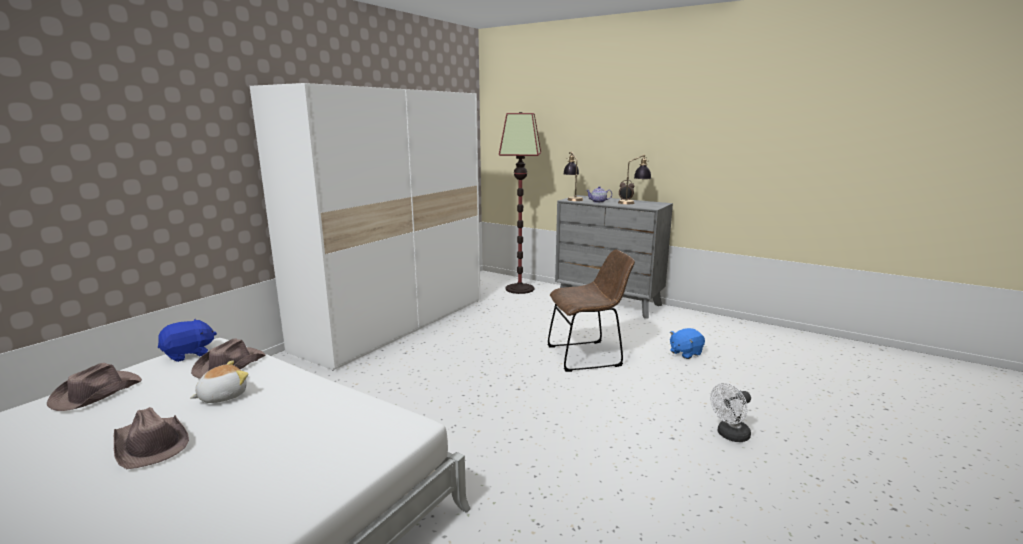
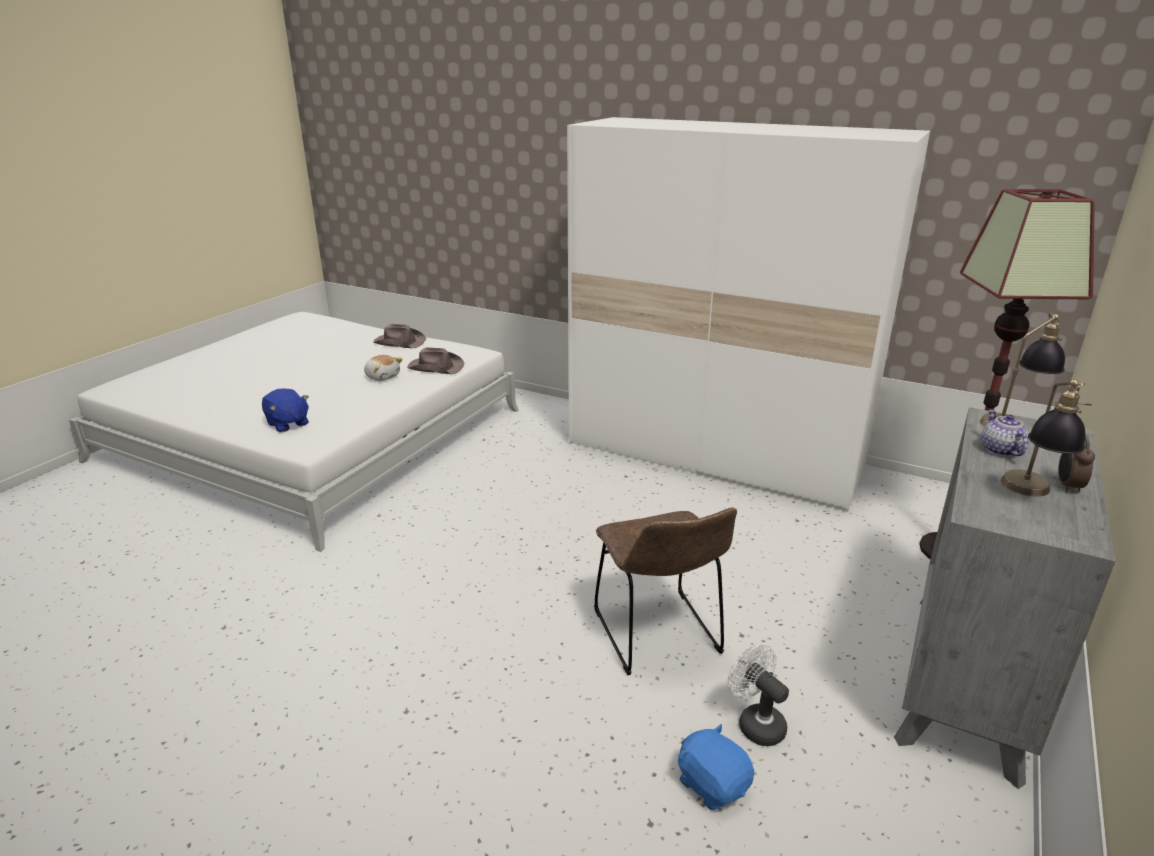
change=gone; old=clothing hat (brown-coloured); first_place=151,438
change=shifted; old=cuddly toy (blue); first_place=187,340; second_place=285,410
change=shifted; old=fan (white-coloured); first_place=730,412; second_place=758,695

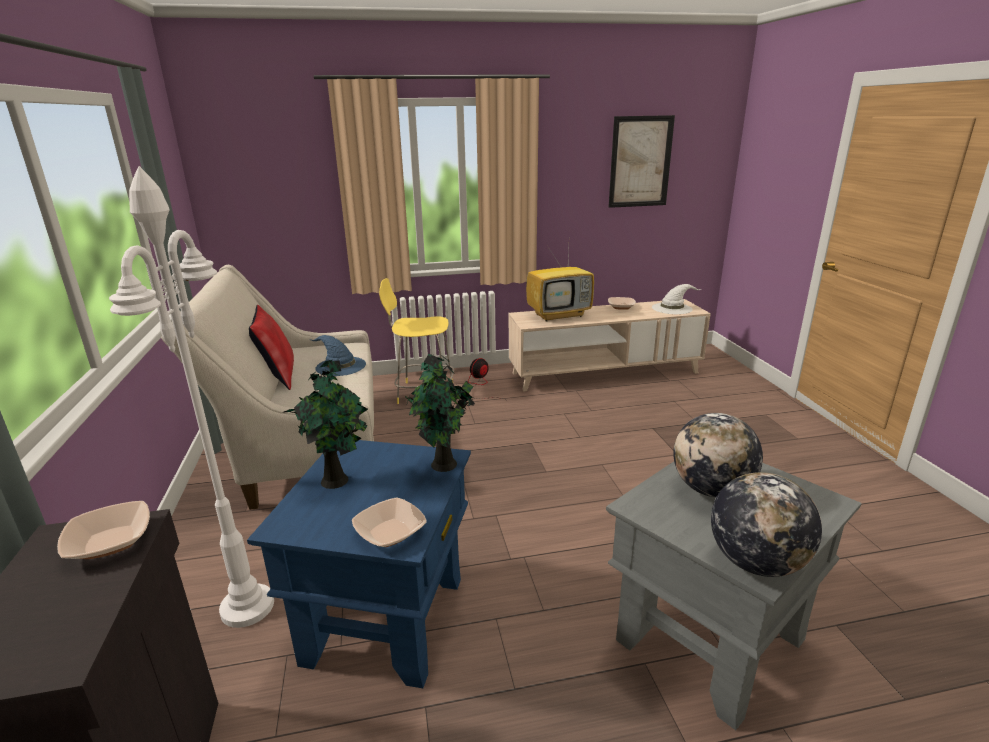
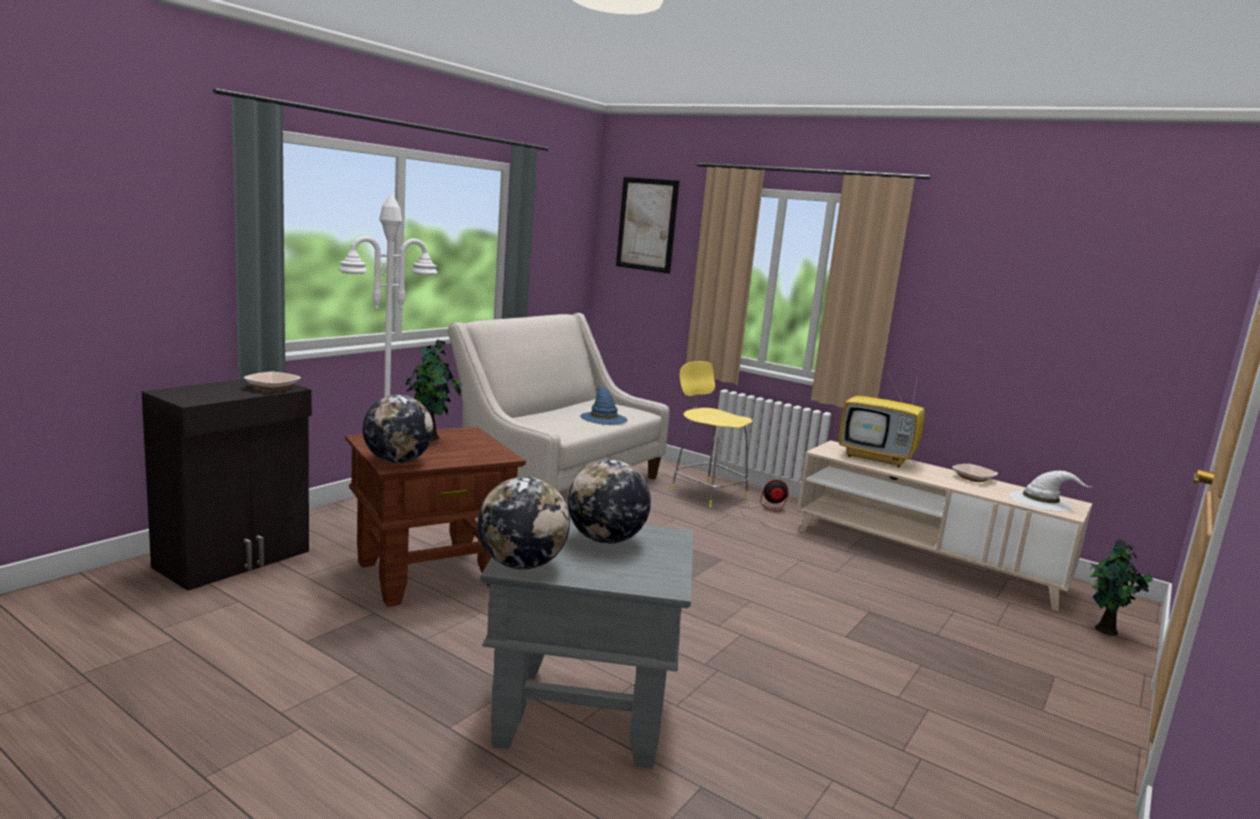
change=gone; old=cushion (red-coloured); first_place=271,347
change=shifted; old=plant in a pot; first_place=439,413; second_place=1121,587
change=shifted; old=wall picture; first_place=642,161; second_place=647,225
change=swapped; old=serving bowl; new=globe; first_place=389,522; second_place=398,429
change=repainted; old=end table (blue); new=end table (brown-coloured); first_place=359,564; second_place=435,517

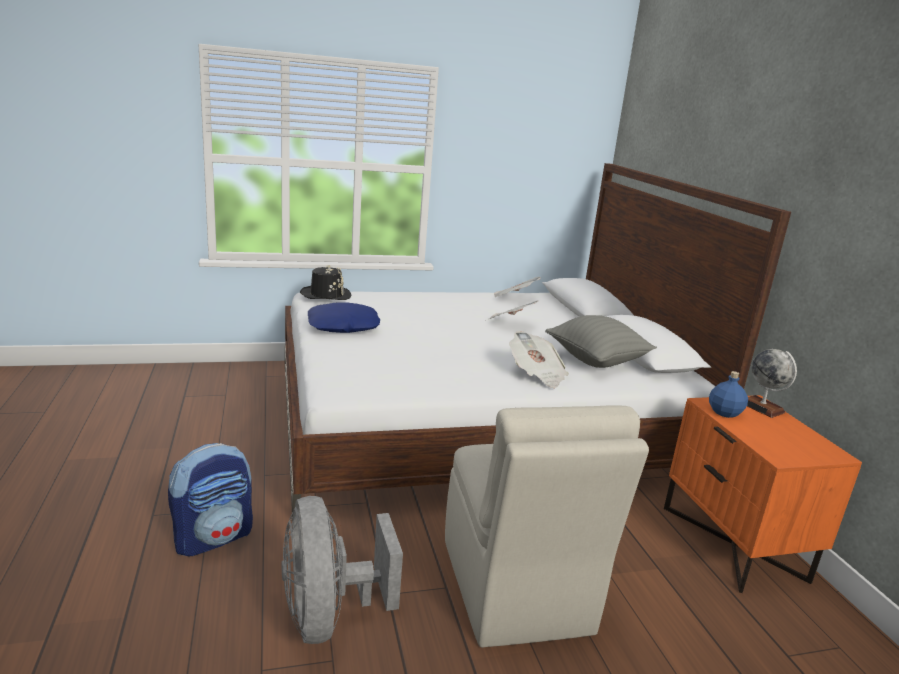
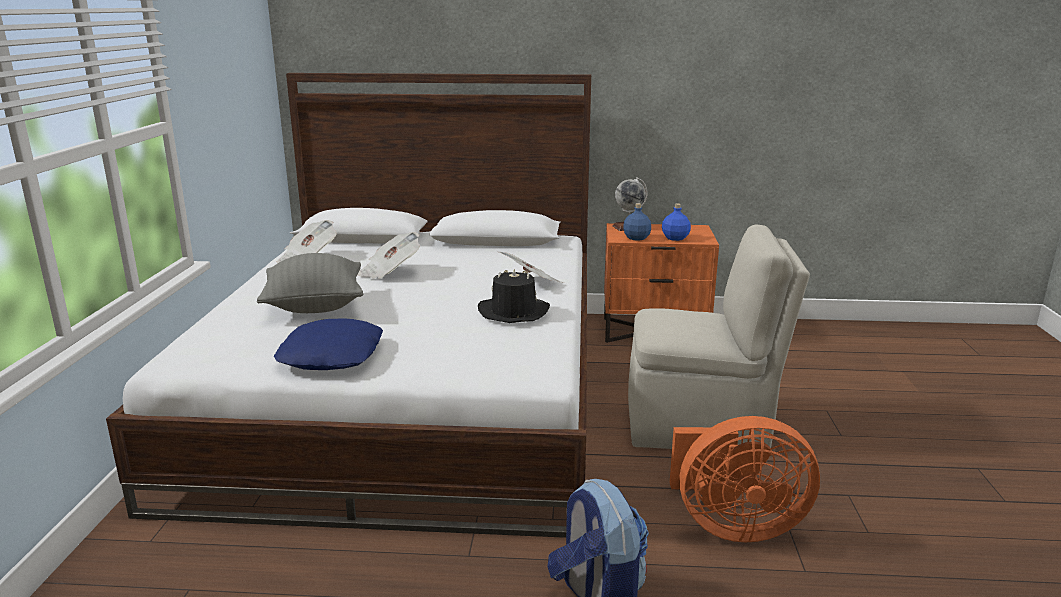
change=new; new=beverage bottle (blue); second_place=676,222
change=shifted; old=clothing hat (blackish); first_place=325,282; second_place=514,296
change=shifted; old=cushion (gray); first_place=601,341; second_place=310,283
change=repainted; old=fan (gray); new=fan (orange); first_place=342,570; second_place=745,479

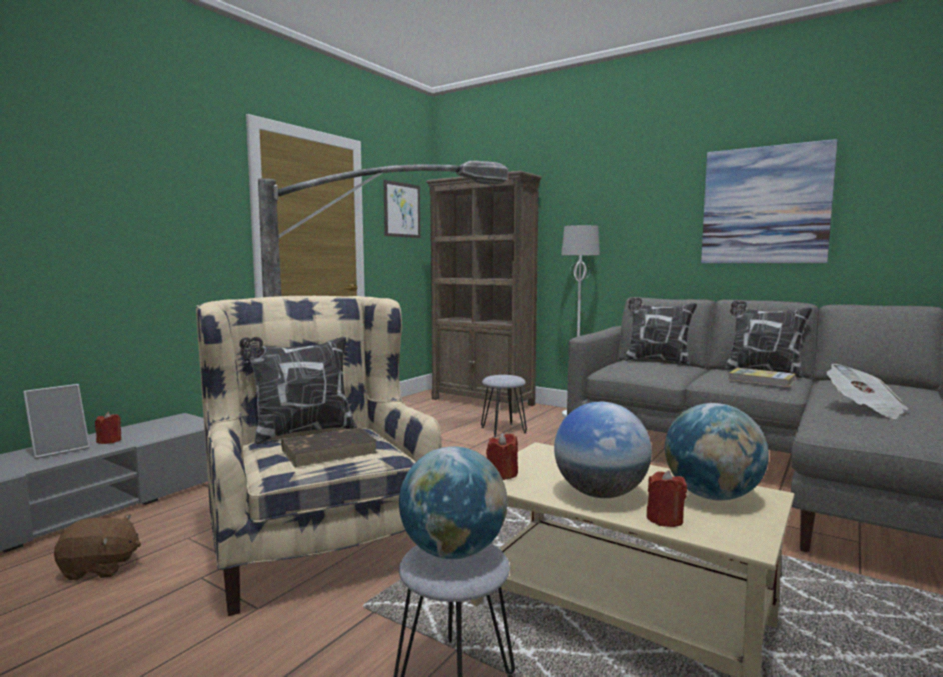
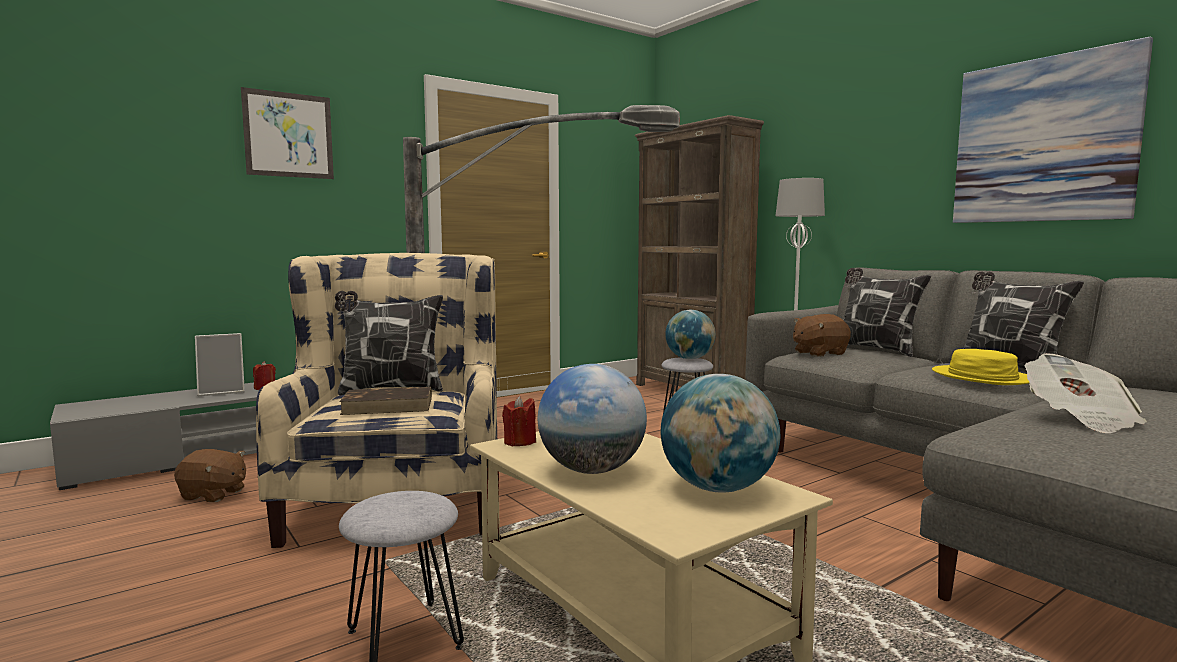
change=gone; old=wax candle (red-coloured); first_place=667,498
change=new; new=cuddly toy (brown-coloured); second_place=822,335
change=shifted; old=wall picture; first_place=401,209; second_place=287,133
change=shifted; old=globe; first_place=453,502; second_place=690,334
change=swapped; old=bound book; new=clothing hat (yellow-coloured); first_place=761,377; second_place=981,367

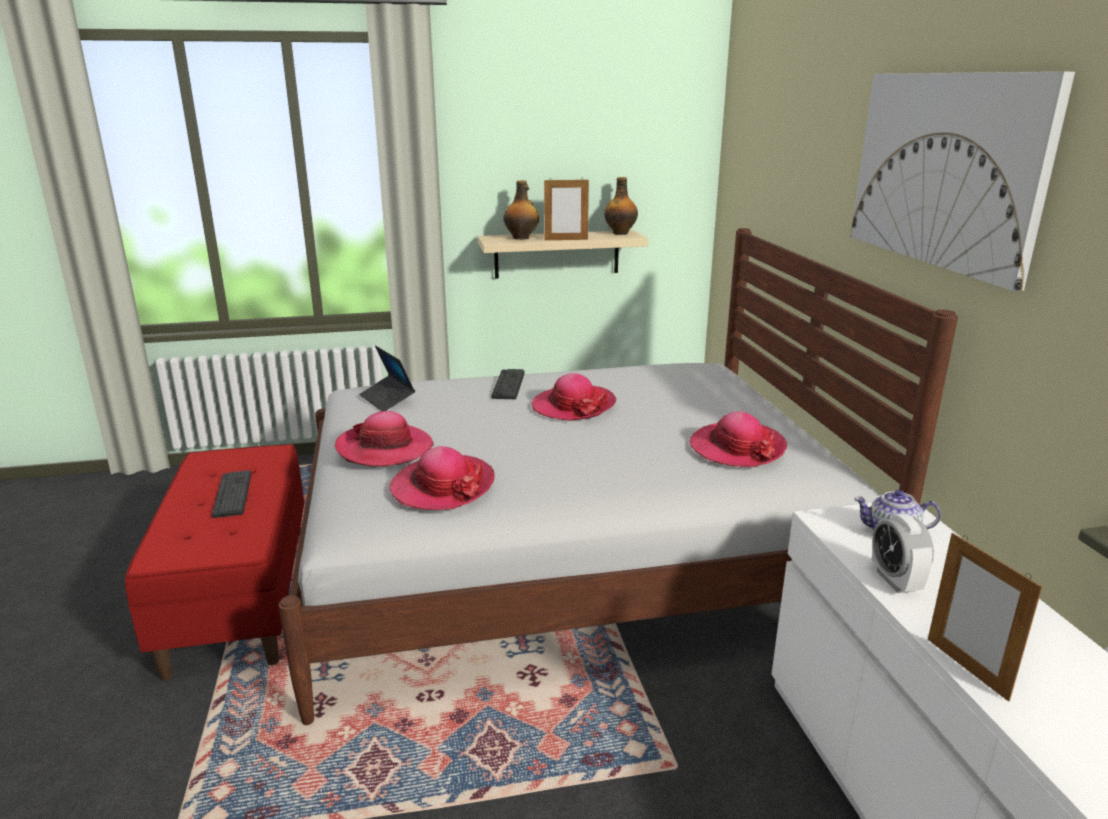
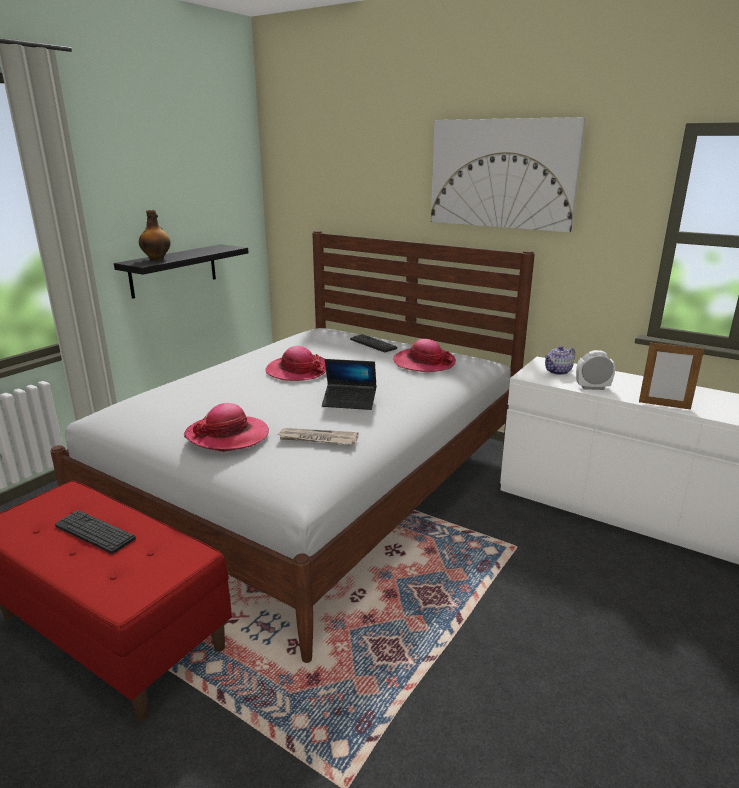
change=gone; old=standing frame; first_place=566,209
change=gone; old=beverage bottle; first_place=621,206
change=shifted; old=laptop; first_place=387,378; second_place=349,384
change=shifted; old=keyboard; first_place=508,384; second_place=373,343
change=swapped; old=clothing hat; new=newspaper; first_place=442,478; second_place=317,436
change=repainted; old=bracket shelf (beige); new=bracket shelf (blackish); first_place=563,254; second_place=181,271
change=rotated; old=bedside clock; first_place=903,553; second_place=595,370; degrees=150

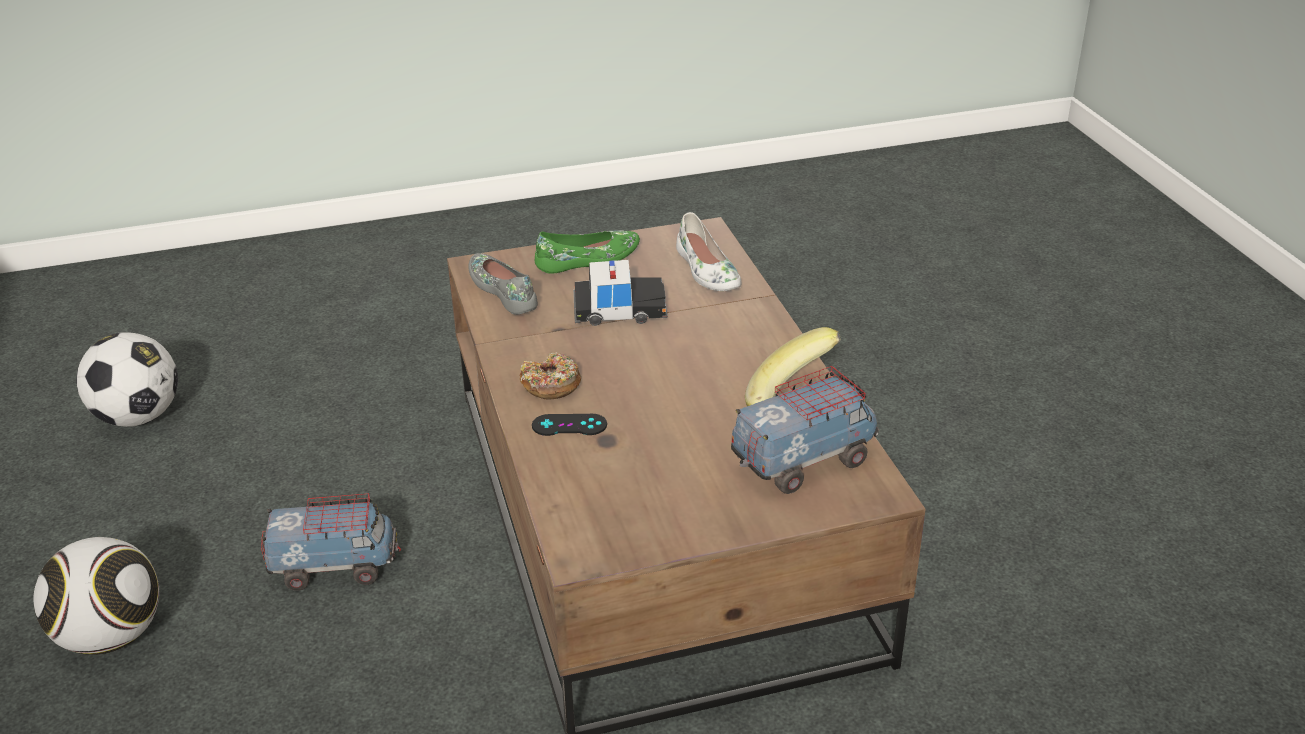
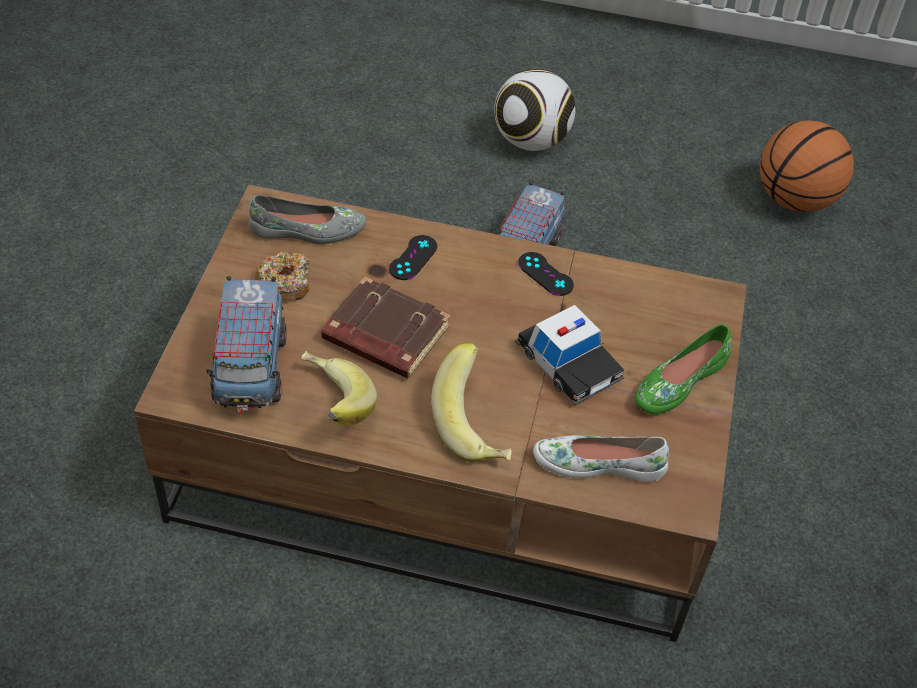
change=new; new=bound book (brown-coloured); second_place=385,328
change=new; new=banana fruit; second_place=471,402
change=new; new=gamepad (blackish); second_place=546,274
change=shifted; old=shoe (gray); first_place=503,284; second_place=307,219
change=shifted; old=donut; first_place=550,375; second_place=282,276
change=swapped; old=football ball; new=ball for basketball; first_place=127,379; second_place=807,166
change=rotated; old=shoe (greenish); first_place=587,252; second_place=683,369; degrees=45
change=rotated; old=toy car; first_place=620,293; second_place=570,355; degrees=-60

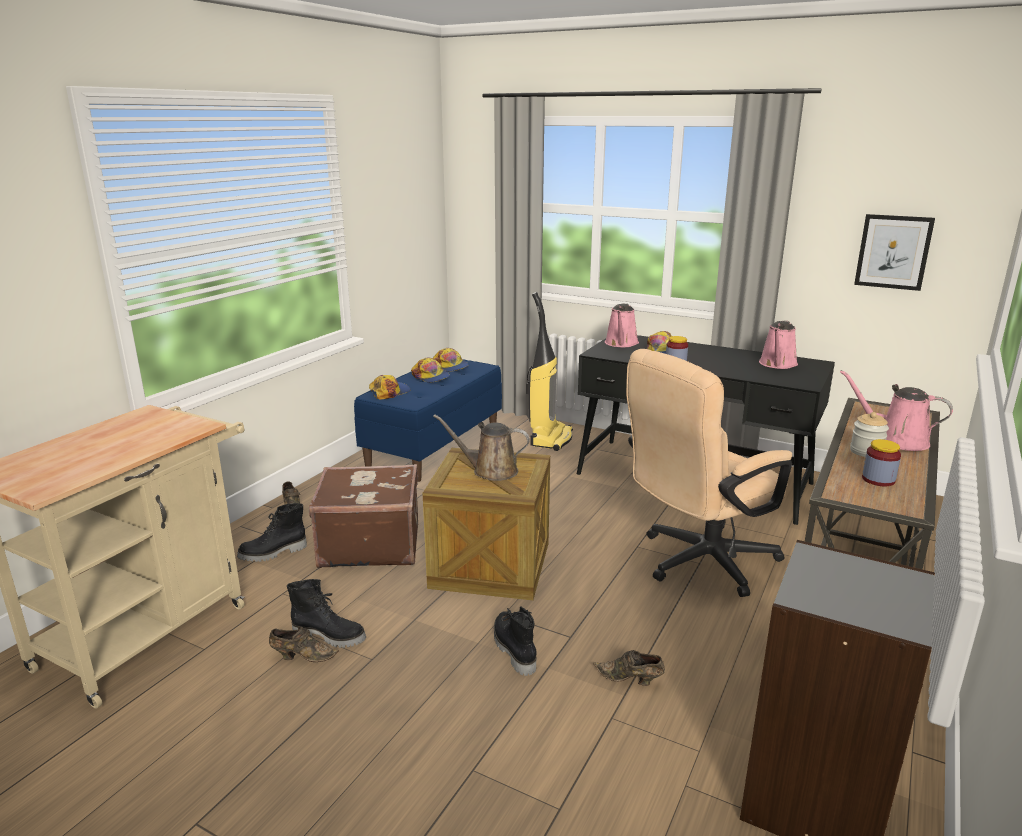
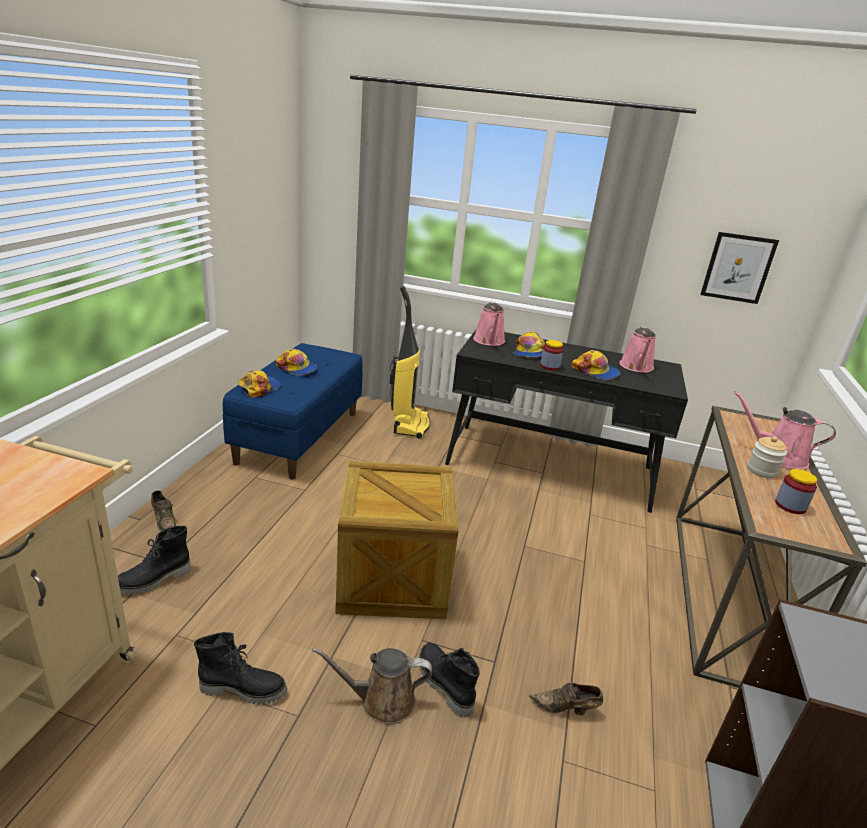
change=gone; old=shoe (brown-coloured); first_place=304,644
change=gone; old=piece of luggage (brown-coloured); first_place=363,516
change=gone; old=office chair (beige); first_place=709,473
change=shifted; old=baseball cap; first_place=450,360; second_place=596,365
change=shifted; old=watering pot (brown-coloured); first_place=481,447; second_place=372,685

